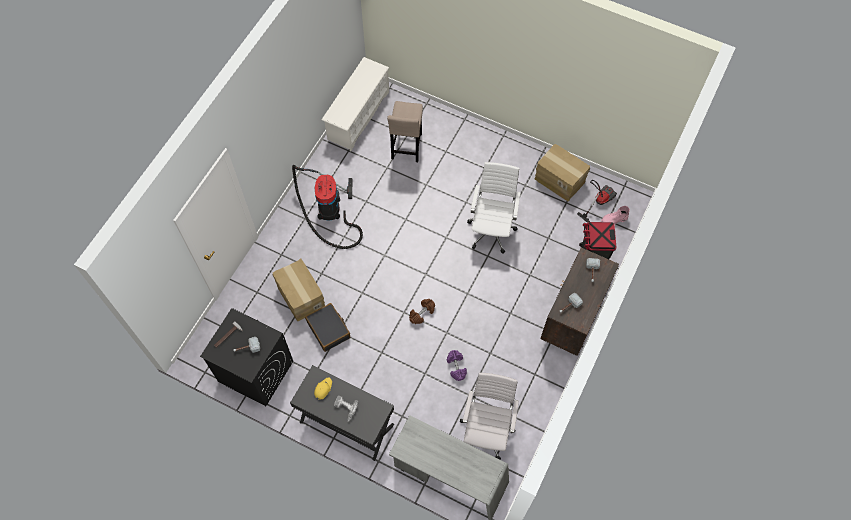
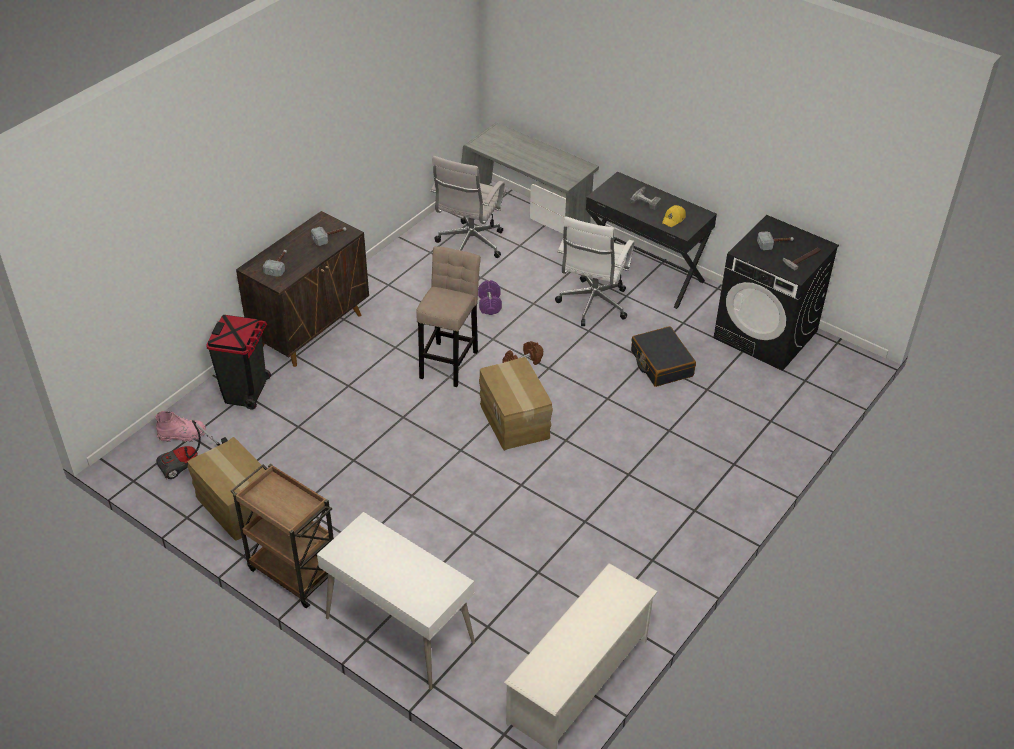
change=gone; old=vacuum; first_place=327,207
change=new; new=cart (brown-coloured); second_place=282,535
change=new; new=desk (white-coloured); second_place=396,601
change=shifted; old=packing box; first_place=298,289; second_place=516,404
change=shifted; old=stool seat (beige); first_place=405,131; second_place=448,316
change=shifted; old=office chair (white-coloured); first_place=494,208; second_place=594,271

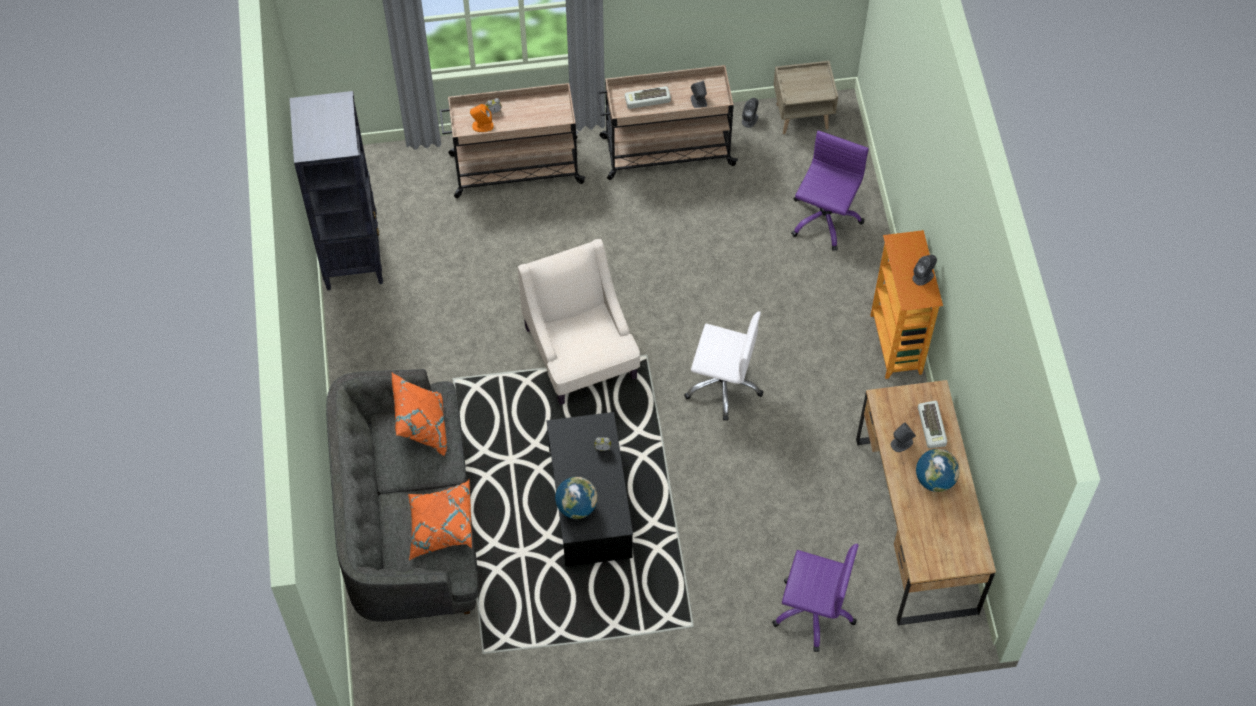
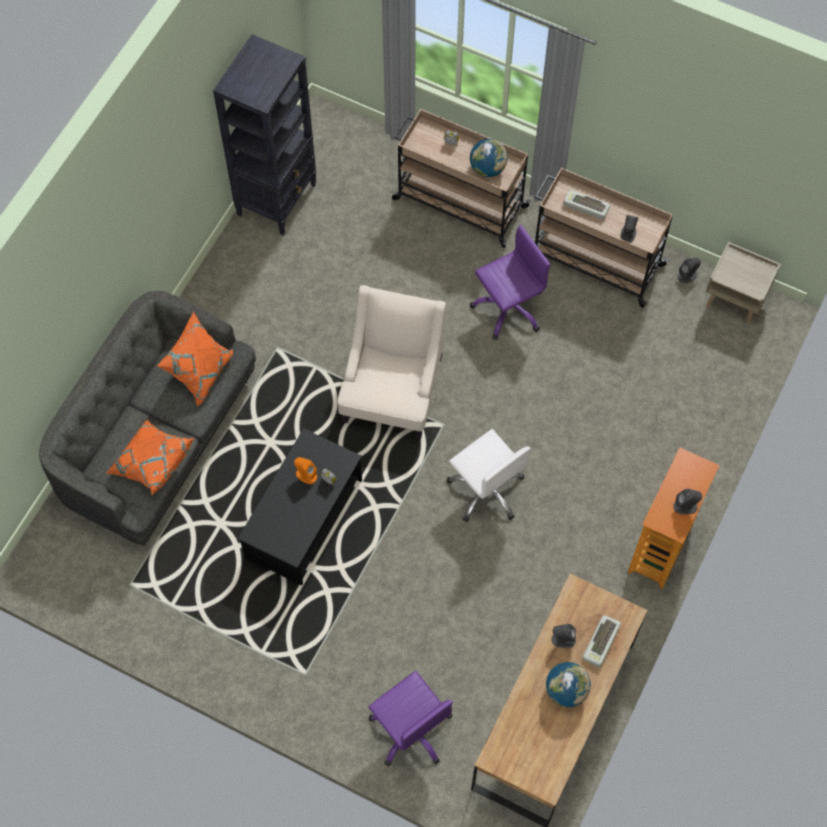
change=shifted; old=audio speaker (orange); first_place=482,118; second_place=305,470
change=shifted; old=globe; first_place=576,498; second_place=489,158
change=shifted; old=office chair (purple-coloured); first_place=830,191; second_place=510,282

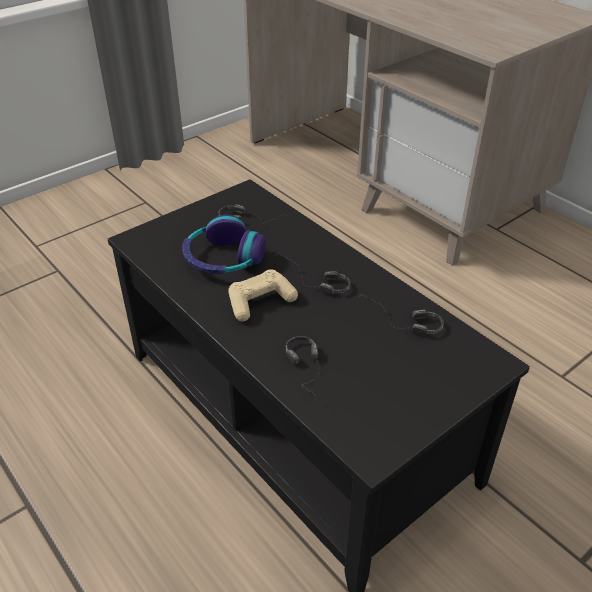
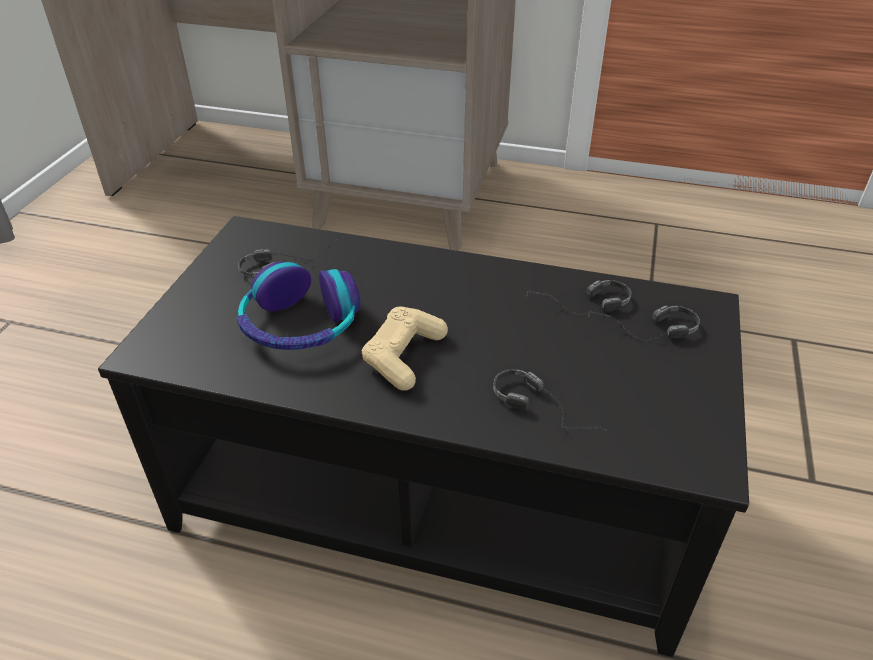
change=shifted; old=headphones; first_place=312,273; second_place=644,323

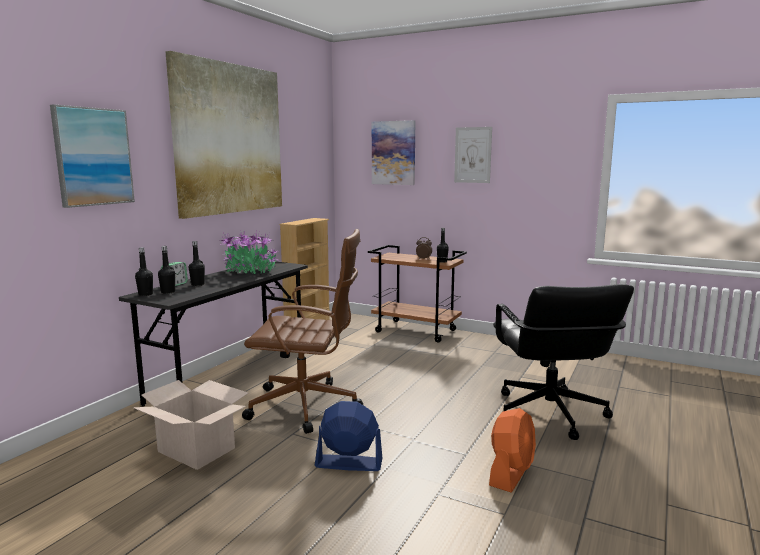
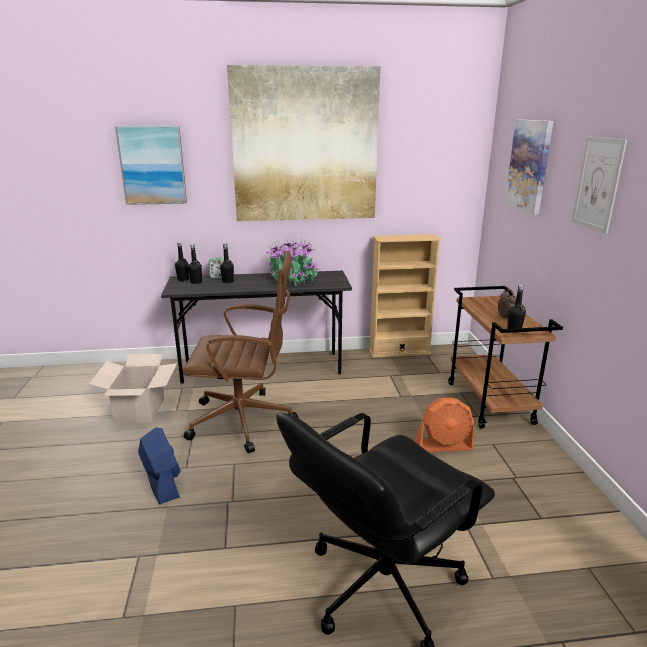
change=shifted; old=fan (orange); first_place=512,450; second_place=444,425
change=rotated; old=office chair (brown-coloured); first_place=302,331; second_place=240,352; degrees=-60

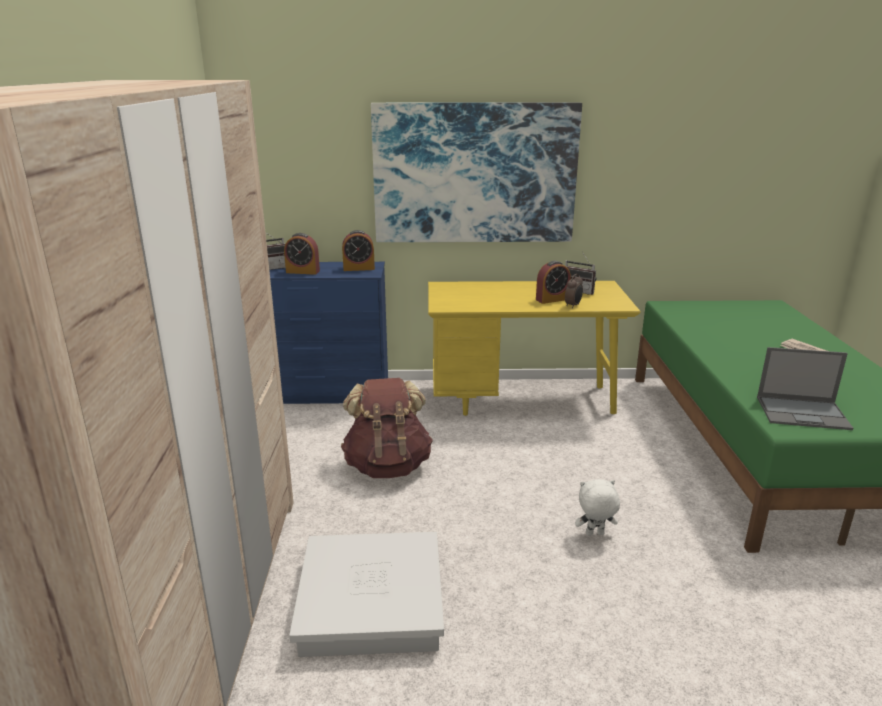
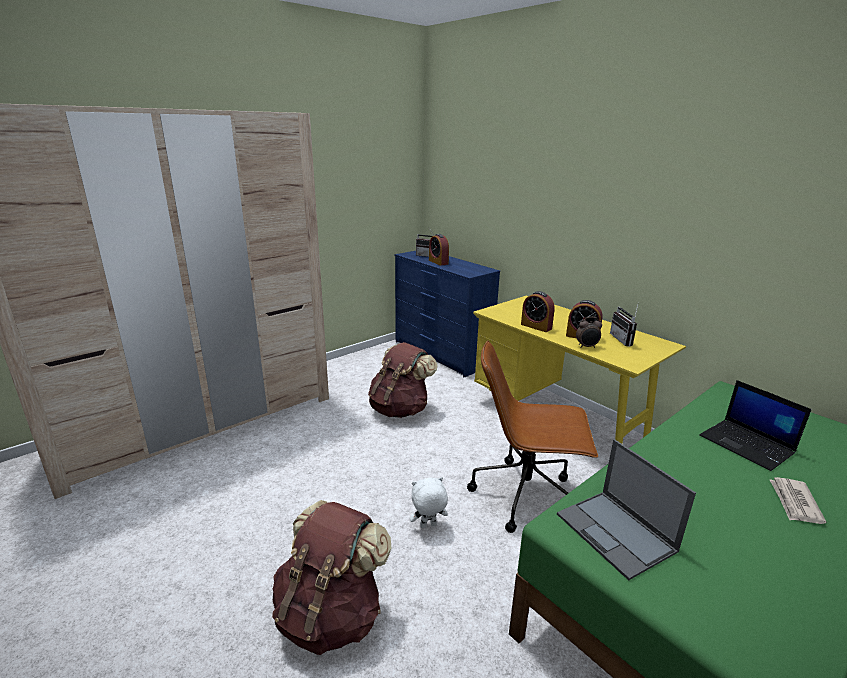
change=gone; old=storage bin (white-coloured); first_place=366,594
change=gone; old=wall picture; first_place=476,172
change=new; new=rucksack (brown-coloured); second_place=331,577
change=new; new=office chair (brown-coloured); second_place=532,437
change=new; new=laptop; second_place=756,425
change=shifted; old=bedside clock; first_place=358,250; second_place=538,311
change=rotated; old=cuddly toy (white-coloured); first_place=597,507; second_place=429,502; degrees=-60

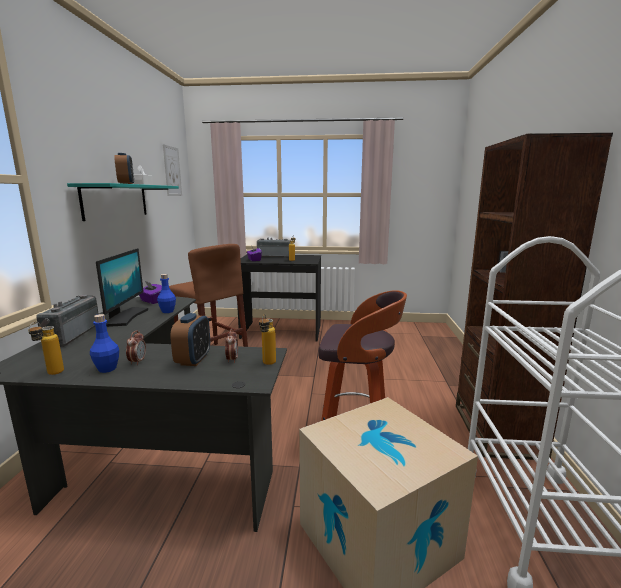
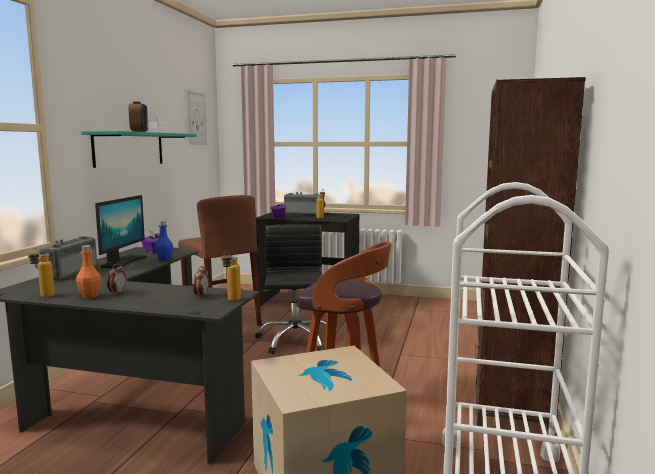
change=gone; old=bedside clock; first_place=190,339
change=new; new=office chair (blackish); second_place=290,289
change=repainted; old=beverage bottle (blue); new=beverage bottle (orange); first_place=104,343; second_place=89,271

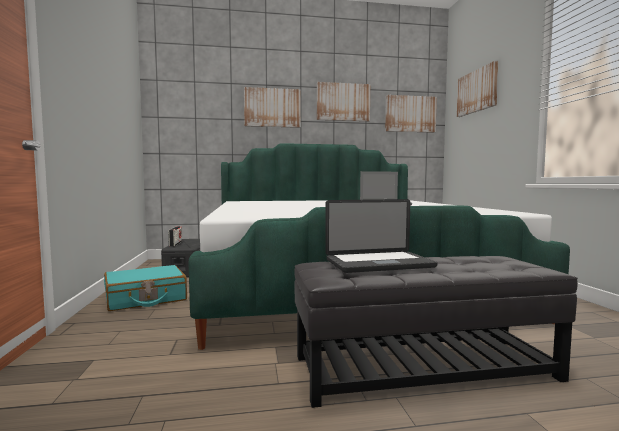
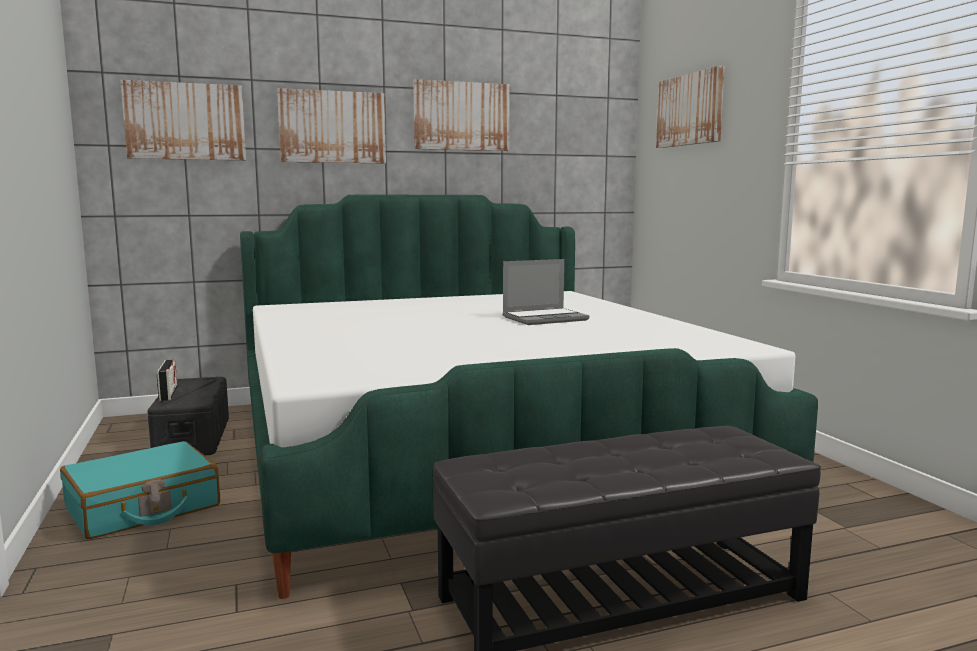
change=gone; old=laptop; first_place=381,236
change=shifted; old=wall picture; first_place=411,114; second_place=183,120

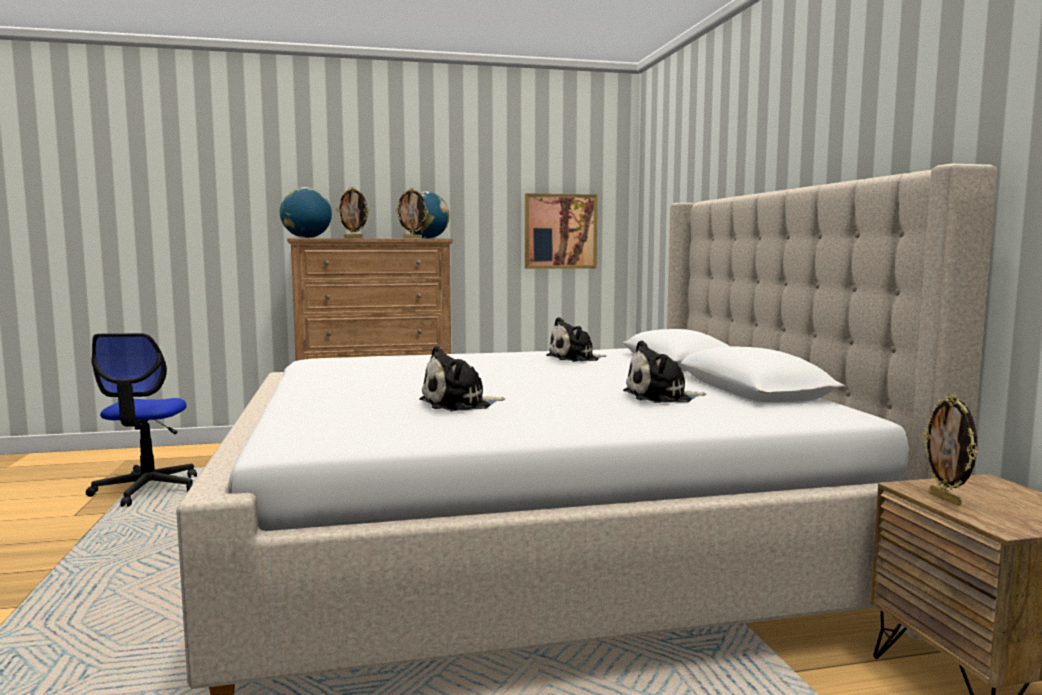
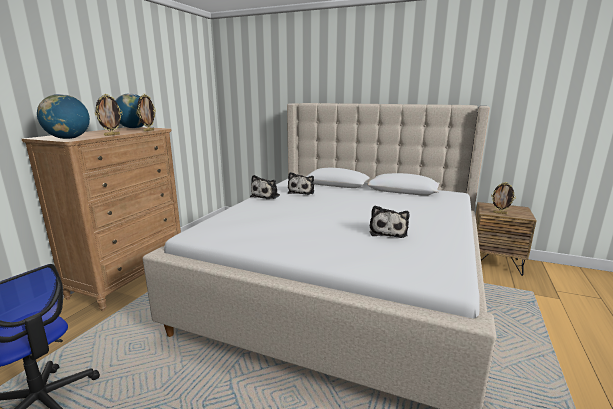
change=gone; old=wall picture; first_place=561,231
change=shifted; old=cuddly toy; first_place=664,371; second_place=265,187

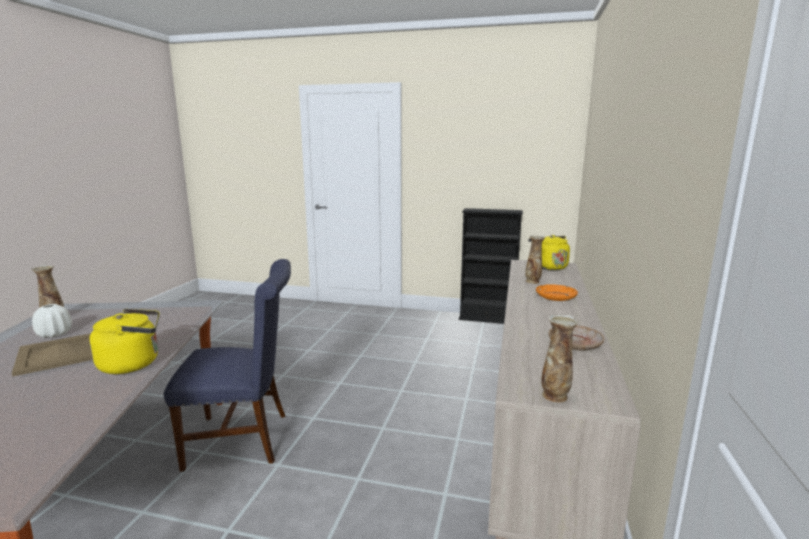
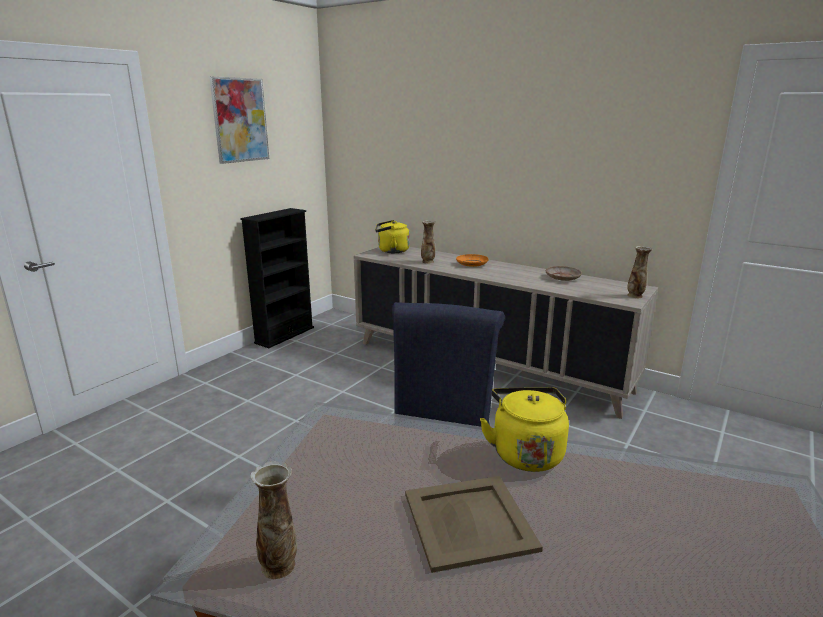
change=gone; old=vase (white-coloured); first_place=52,321
change=new; new=wall picture; second_place=239,120

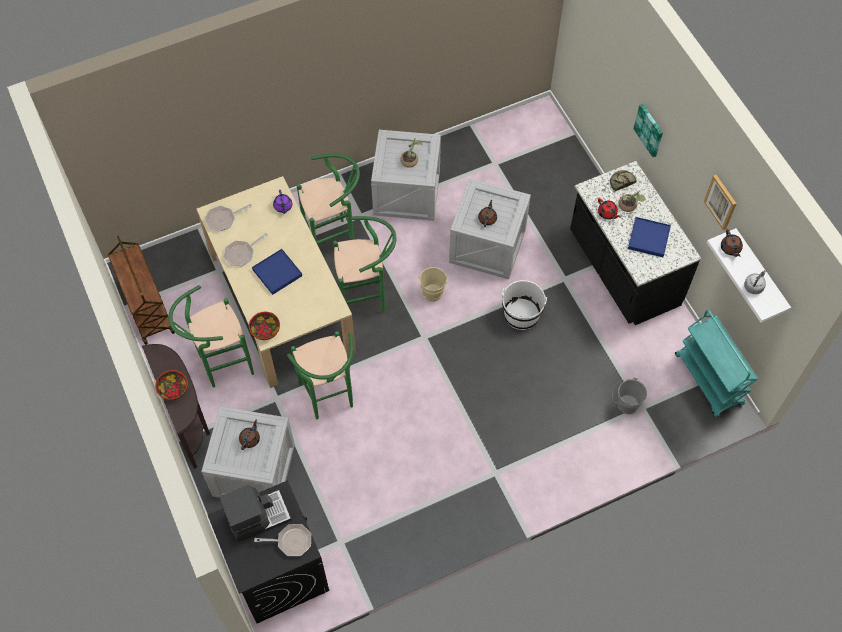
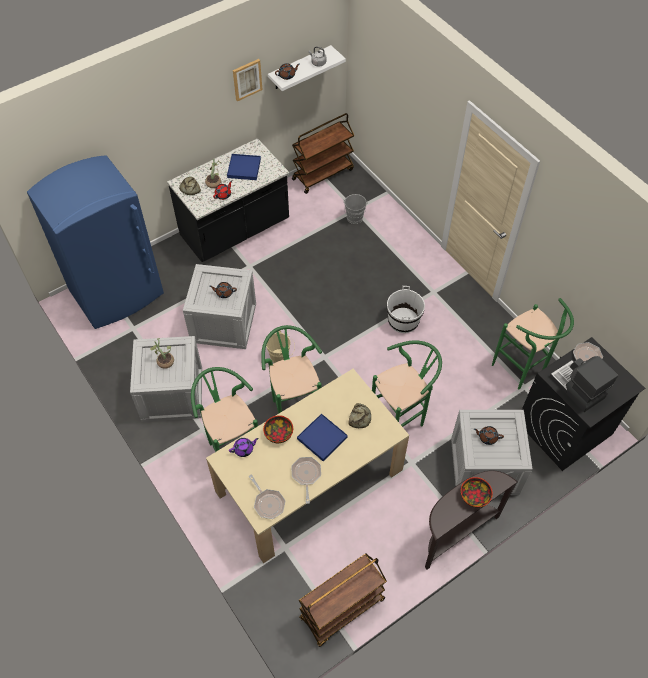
change=gone; old=wall picture; first_place=648,130
change=new; new=fridge (blue); second_place=95,242
change=new; new=bread; second_place=360,415
change=shifted; old=stool seat (greenish); first_place=211,336; second_place=533,343
change=shifted; old=serving bowl; first_place=264,326; second_place=278,429
change=shifted; old=bucket (white-coloured); first_place=524,305; second_place=406,309
change=repainted; old=cart (turquoise); new=cart (brown-coloured); first_place=716,363; second_place=323,153
change=rotated; old=pan; first_place=246,249; second_place=306,480; degrees=-135

